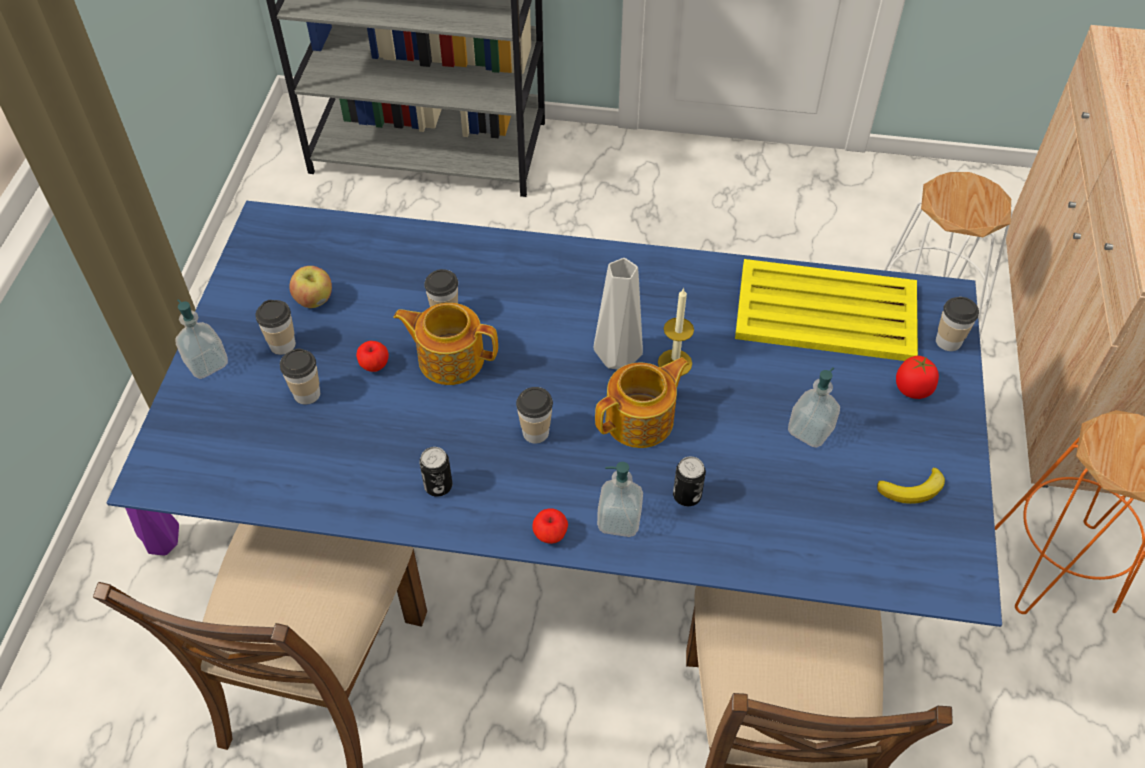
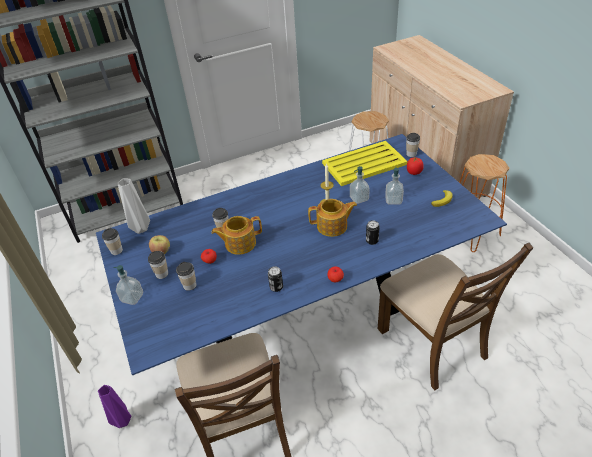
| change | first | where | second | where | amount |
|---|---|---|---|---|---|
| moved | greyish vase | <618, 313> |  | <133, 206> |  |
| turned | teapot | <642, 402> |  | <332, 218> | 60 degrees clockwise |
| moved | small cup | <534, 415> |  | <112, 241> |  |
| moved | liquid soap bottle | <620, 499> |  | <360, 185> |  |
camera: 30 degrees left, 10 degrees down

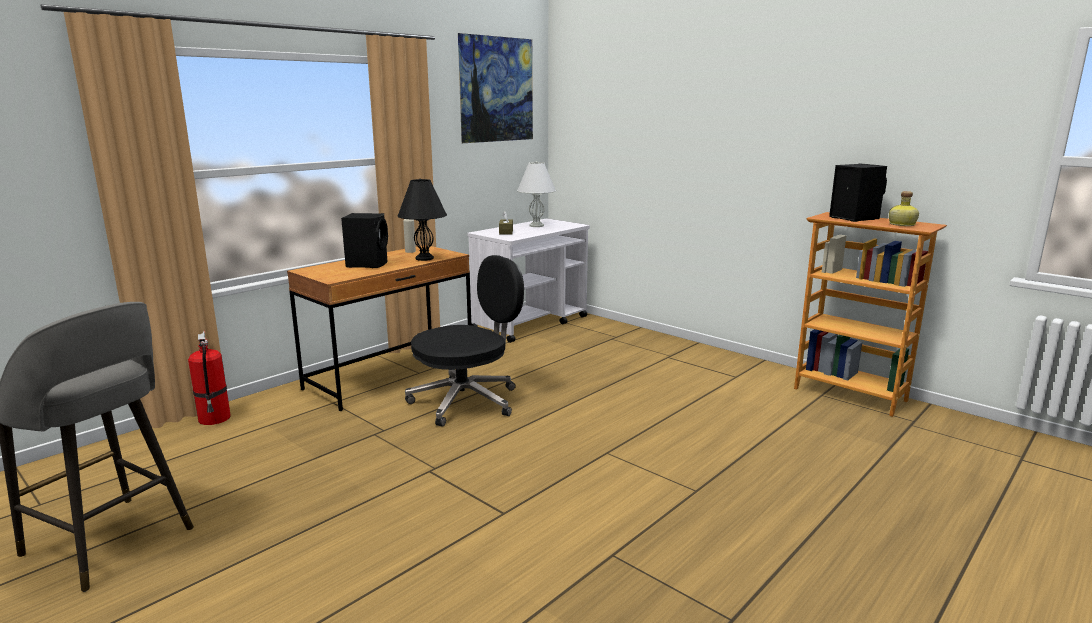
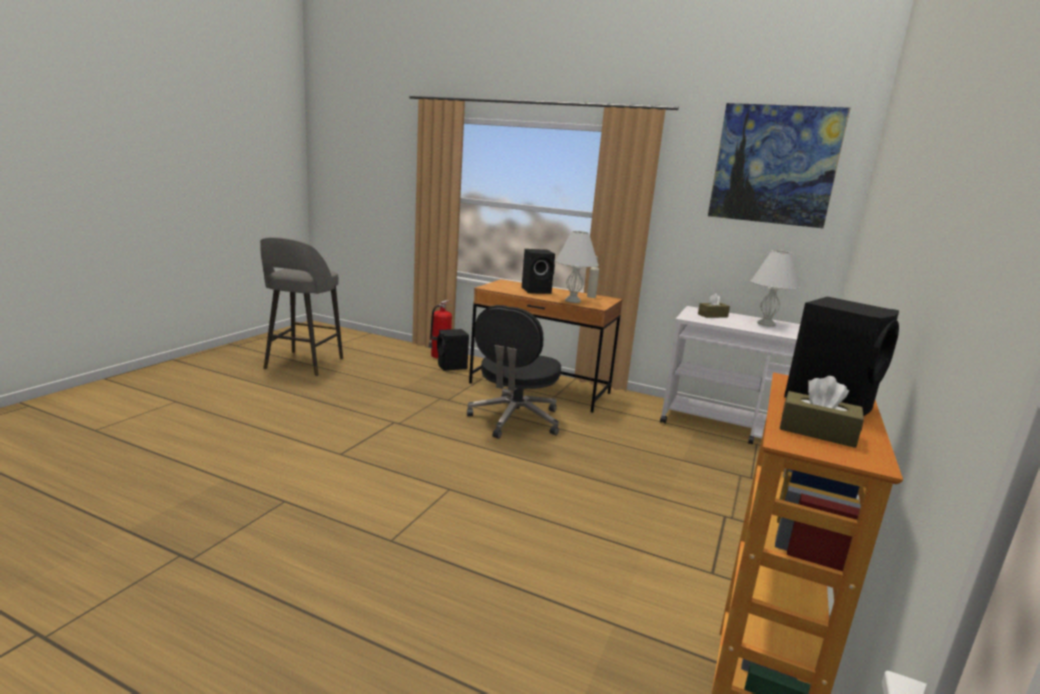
| change | first | where | second | where | amount |
|---|---|---|---|---|---|
| recoloured | black-coloured table lamp | <422, 220> | white-coloured table lamp | <577, 266> |  |
| replaced | bottle | <904, 208> | brown box of tissues | <822, 412> |  |
| turned | black-coloured desk chair | <464, 341> |  | <514, 372> | 75 degrees clockwise |
| added |  |  | black-coloured audio speaker | <453, 350> |  |
camera: 70 degrees right, 0 degrees up

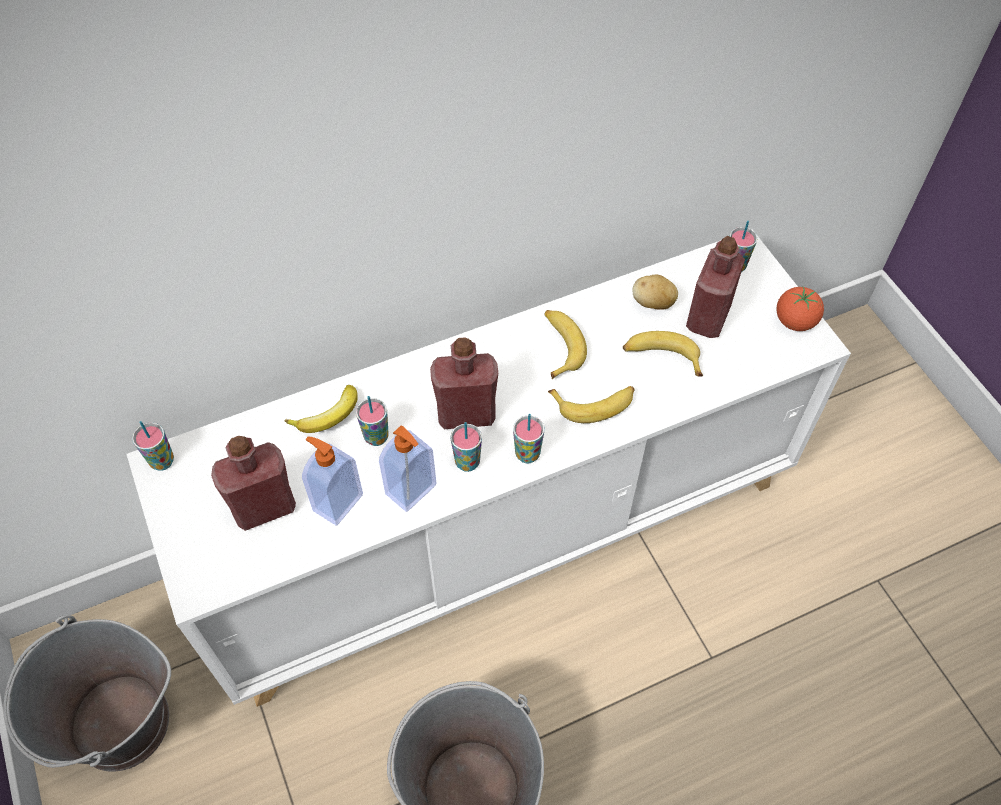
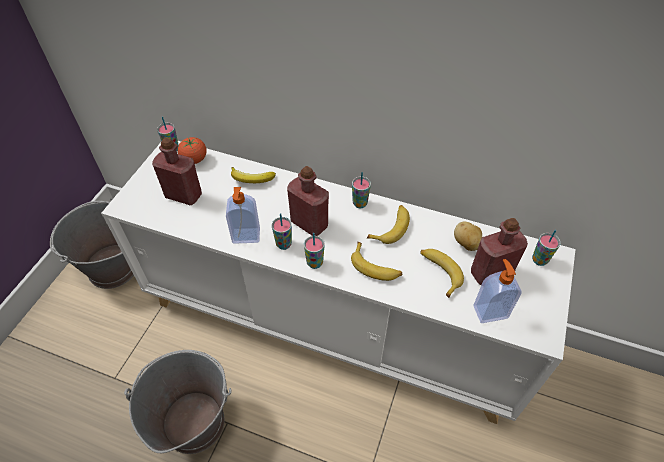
| change | first | where | second | where | amount |
|---|---|---|---|---|---|
| moved | whole tomato | <800, 308> |  | <192, 150> |  |
| moved | small cup | <372, 421> |  | <361, 190> |  |
| moved | liquid soap bottle | <332, 481> |  | <497, 291> |  |
camera: 45 degrees right, 5 degrees down

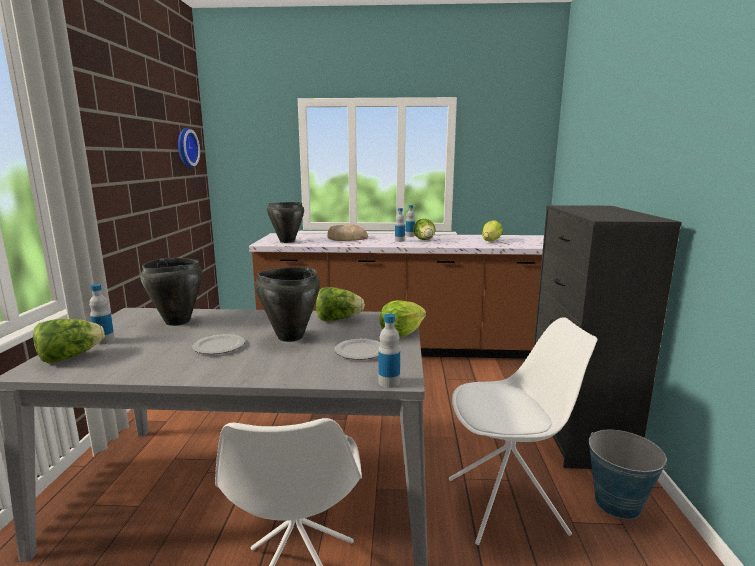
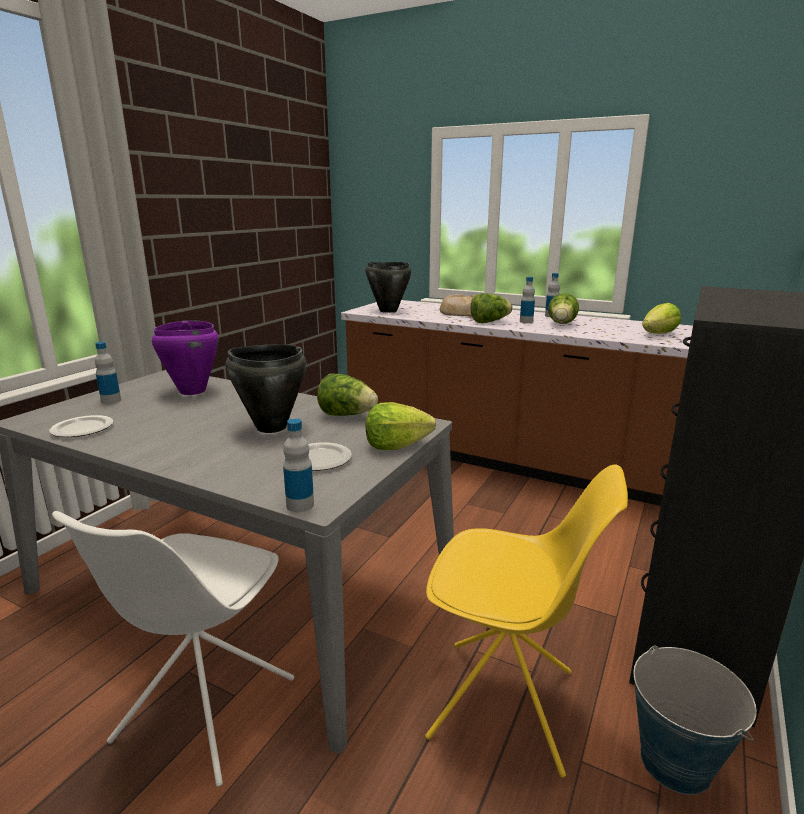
| change | first | where | second | where | amount |
|---|---|---|---|---|---|
| removed | hanging clock | <189, 148> |  |  |  |
| recoloured | black-coloured cooking pot | <171, 292> | purple cooking pot | <185, 358> |  |
| recoloured | white-coloured upright chair | <523, 431> | yellowish upright chair | <526, 621> |  |
| moved | head of lettuce | <69, 341> |  | <491, 308> |  |
| moved | flat dish | <218, 344> |  | <81, 426> |  |
camera: 25 degrees right, 5 degrees up

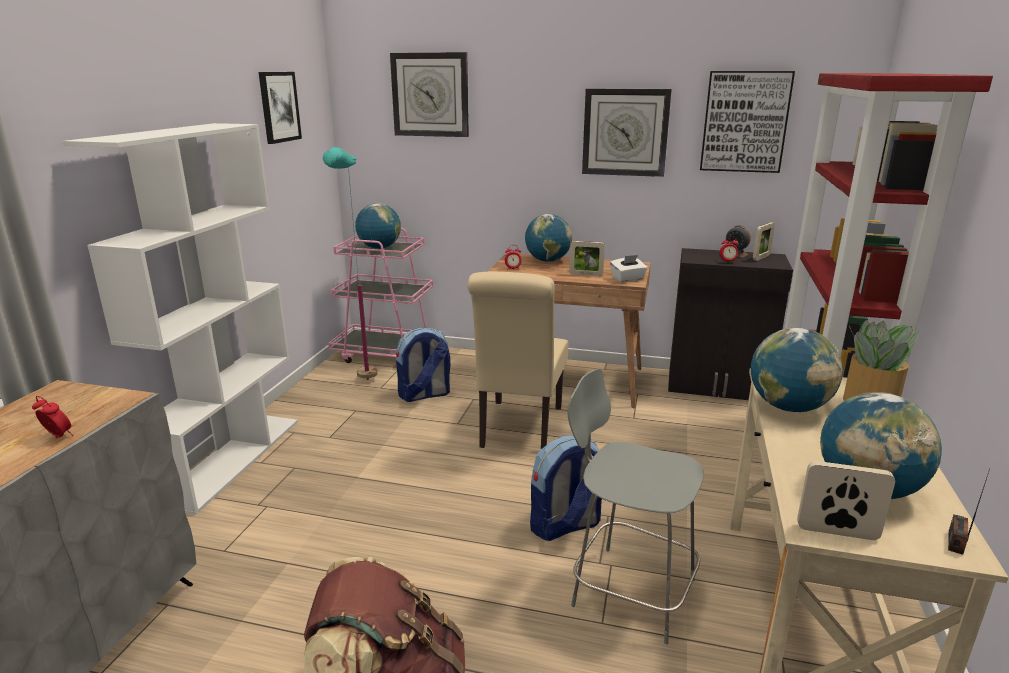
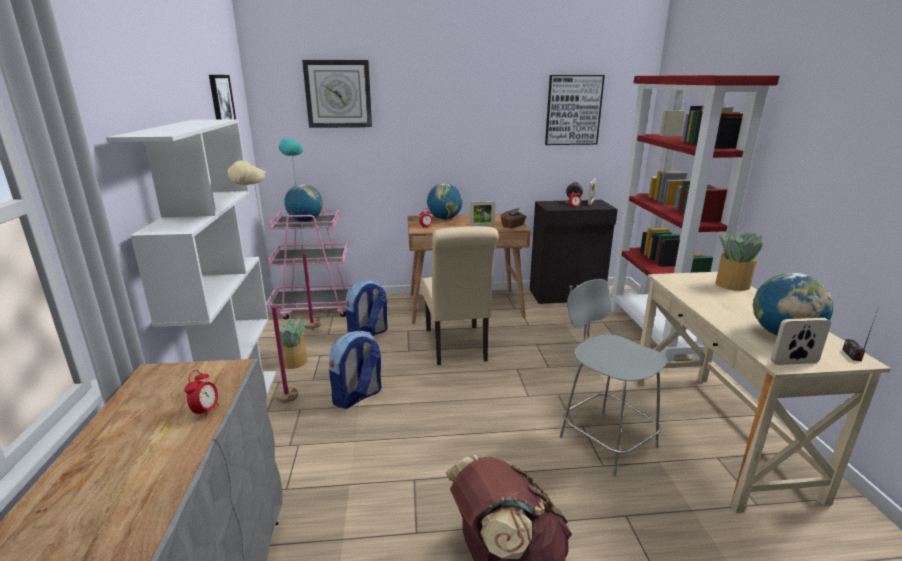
| change | first | where | second | where | amount |
|---|---|---|---|---|---|
| removed | hanging clock | <627, 133> |  |  |  |
| recoloured | white-coloured box of tissues | <629, 268> | brown box of tissues | <513, 218> |  |
| removed | desk globe | <797, 369> |  |  |  |
| turned | greyish upright chair | <635, 506> |  | <613, 378> | 45 degrees clockwise |
| turned | alarm clock | <52, 417> |  | <201, 394> | 90 degrees clockwise |
| moved | backpack | <566, 488> |  | <355, 370> |  |
| added |  |  | beige floor lamp | <262, 281> |  |
| added |  |  | houseplant | <293, 343> |  |
camera: 20 degrees left, 0 degrees up

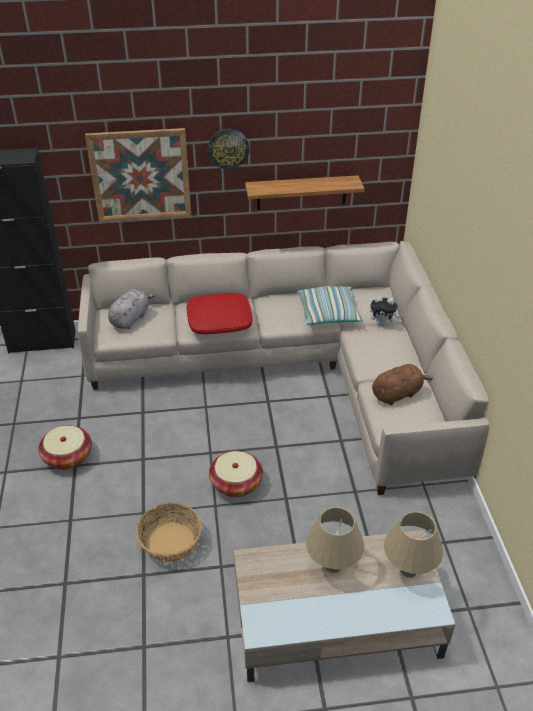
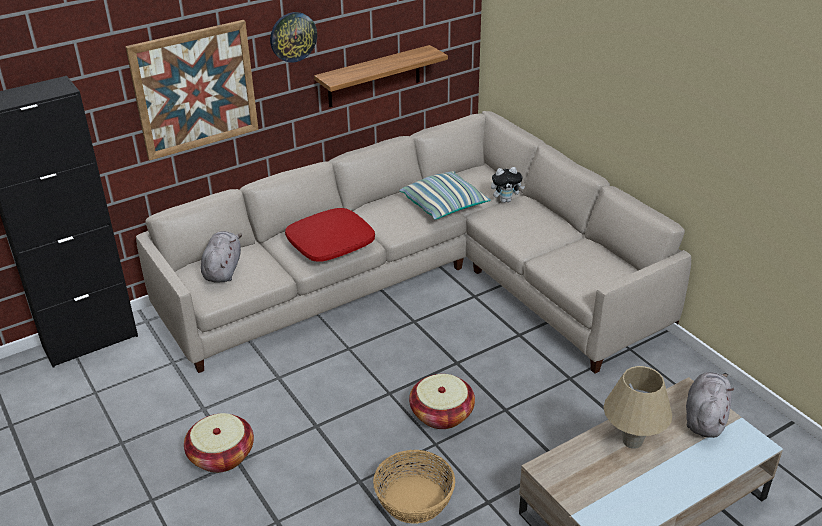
| change | first | where | second | where | amount |
|---|---|---|---|---|---|
| removed | brown cuddly toy | <402, 384> |  |  |  |
| replaced | beige table lamp | <413, 544> | greyish cuddly toy | <710, 405> |  |
camera: 25 degrees left, 5 degrees down

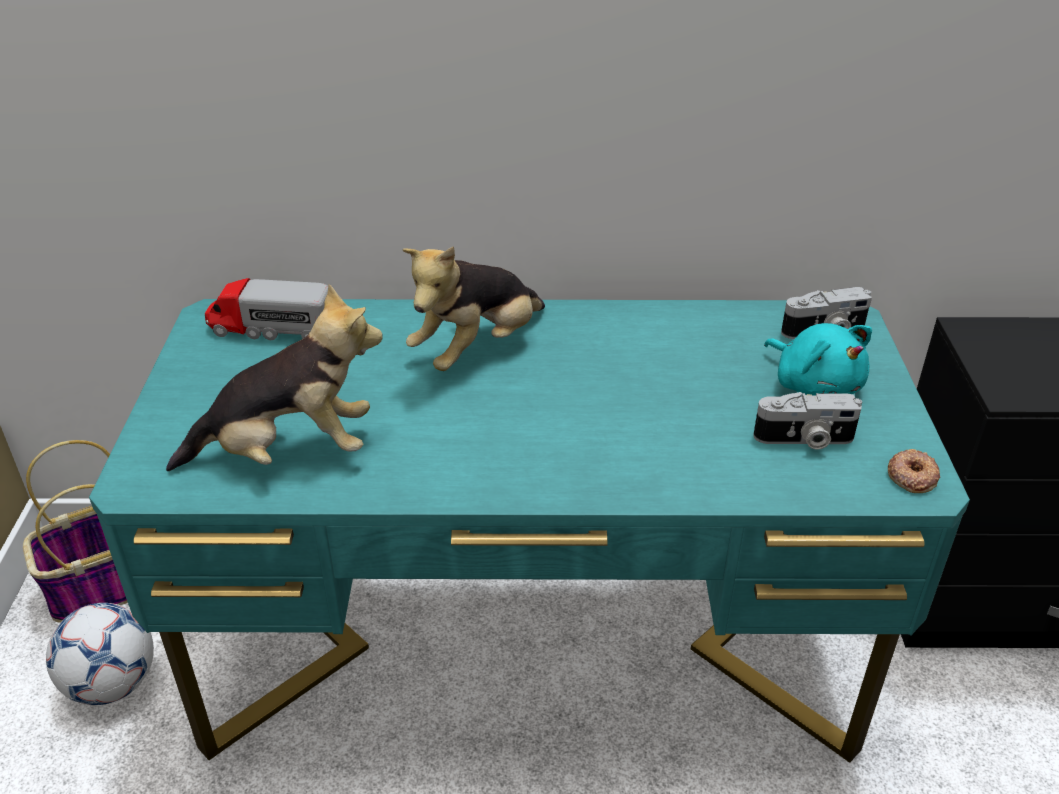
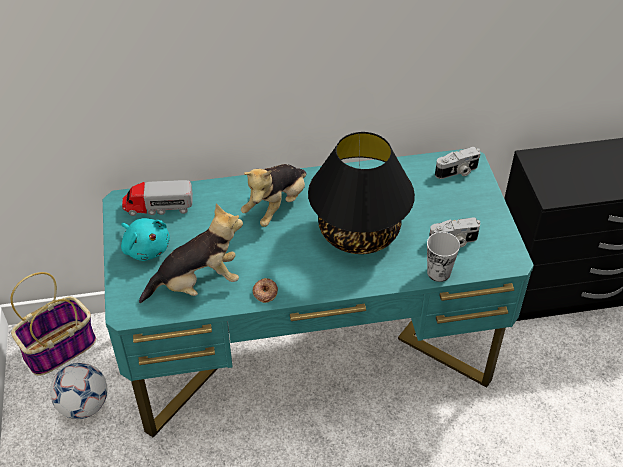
| change | first | where | second | where | amount |
|---|---|---|---|---|---|
| moved | blue-green cuddly toy | <818, 359> |  | <145, 239> |  |
| moved | ring doughnut | <914, 471> |  | <265, 290> |  |
| added |  |  | black-coloured table lamp | <361, 193> |  |
| added |  |  | small cup | <443, 257> |  |
camera: 10 degrees left, 10 degrees up

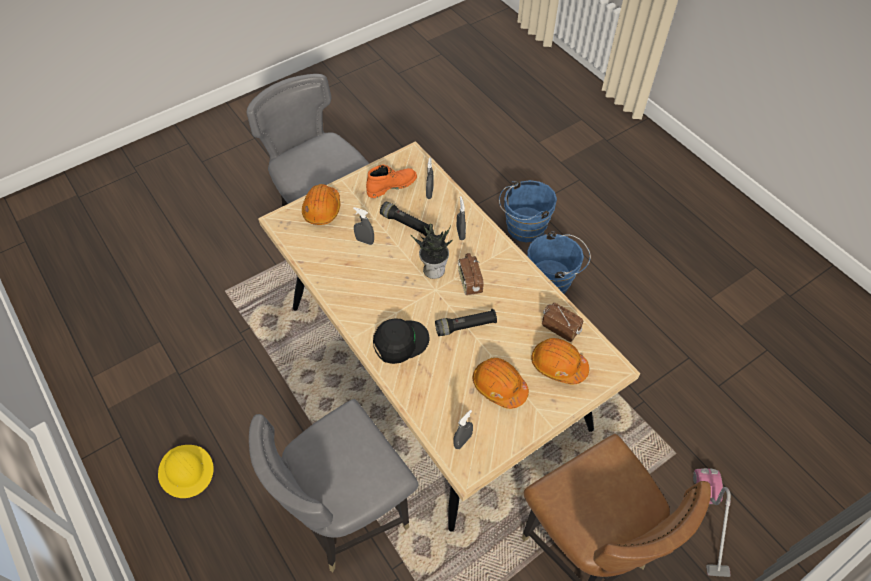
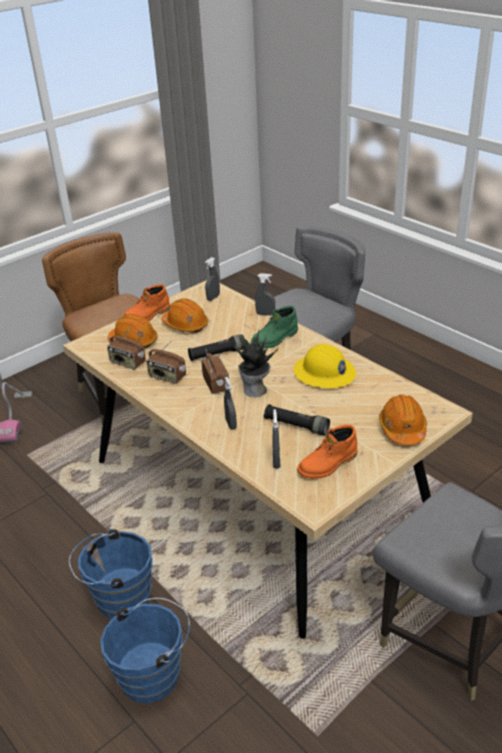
| change | first | where | second | where | amount |
|---|---|---|---|---|---|
| moved | greyish sprayer | <363, 226> |  | <265, 294> |  |
| replaced | black-coloured baseball cap | <401, 341> | greenish high-top boot | <274, 327> |  |
| moved | yellowish safety helmet | <186, 471> |  | <325, 366> |  |
| added |  |  | orange-coloured high-top boot | <146, 302> |  |
| added |  |  | radio receiver | <166, 362> |  |
camera: 175 degrees right, 20 degrees down

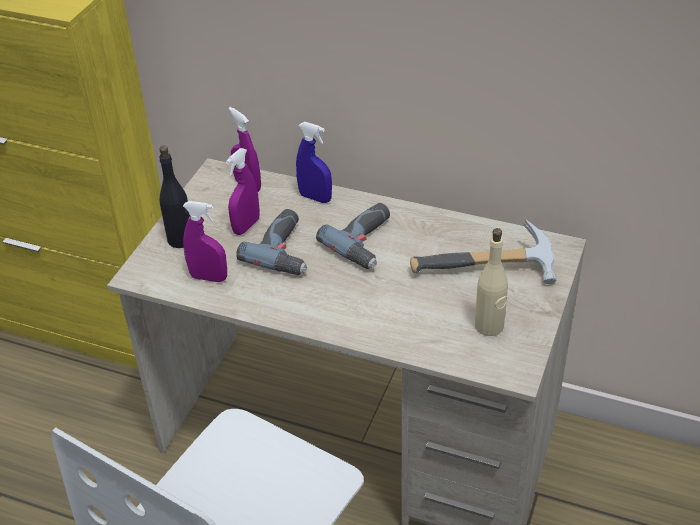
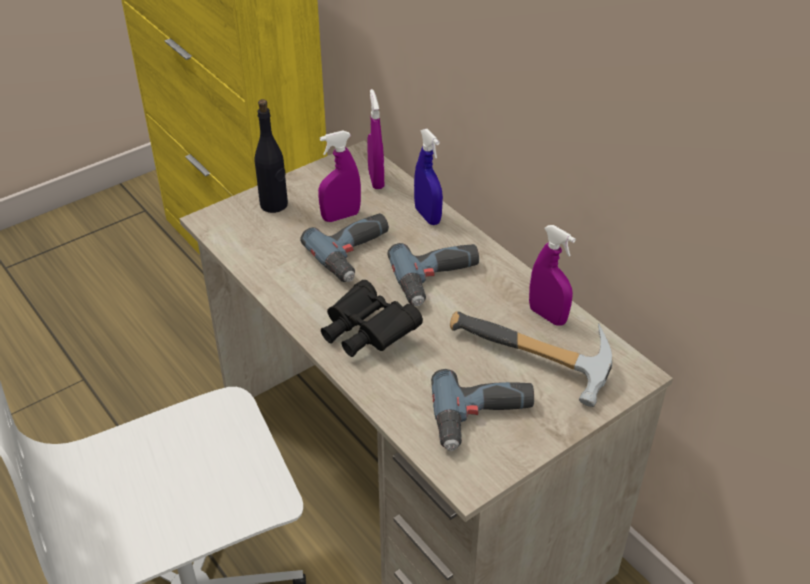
| change | first | where | second | where | amount |
|---|---|---|---|---|---|
| moved | purple sprayer | <205, 241> |  | <552, 275> |  |
| replaced | beige bottle | <491, 282> | drill | <482, 410> |  |
| added |  |  | black-coloured field glasses | <372, 318> |  |
camera: 30 degrees right, 0 degrees up

